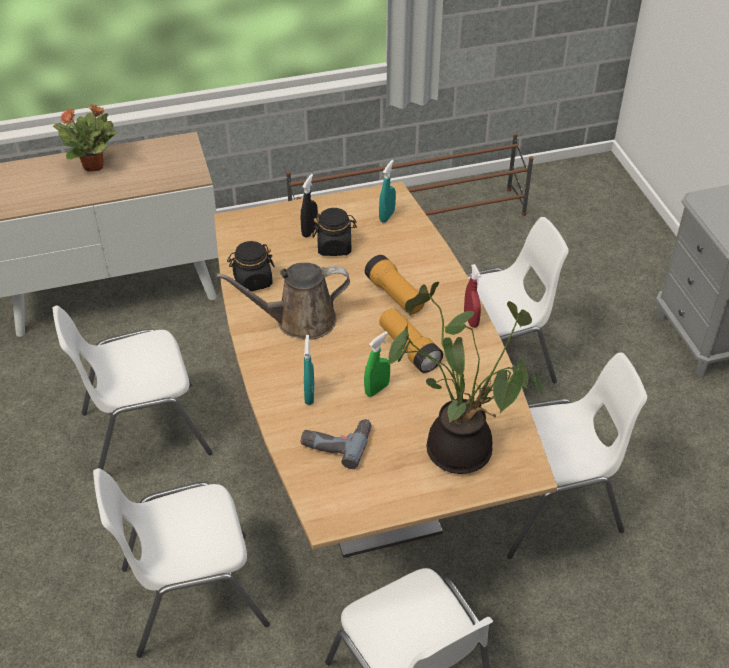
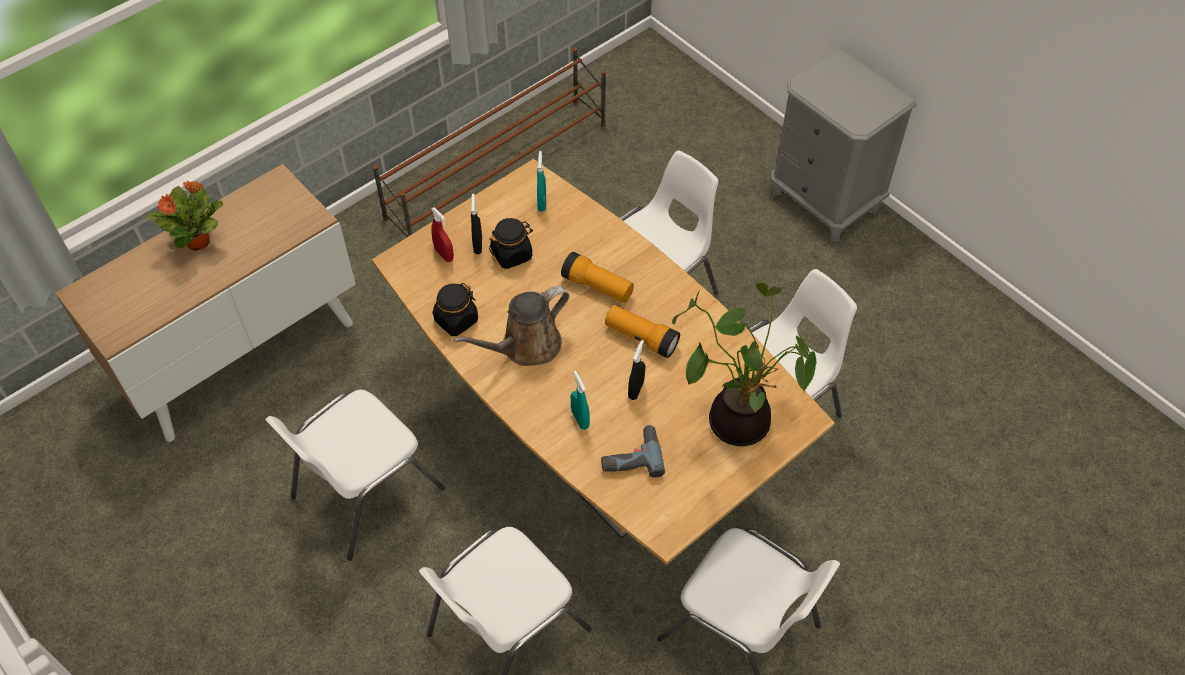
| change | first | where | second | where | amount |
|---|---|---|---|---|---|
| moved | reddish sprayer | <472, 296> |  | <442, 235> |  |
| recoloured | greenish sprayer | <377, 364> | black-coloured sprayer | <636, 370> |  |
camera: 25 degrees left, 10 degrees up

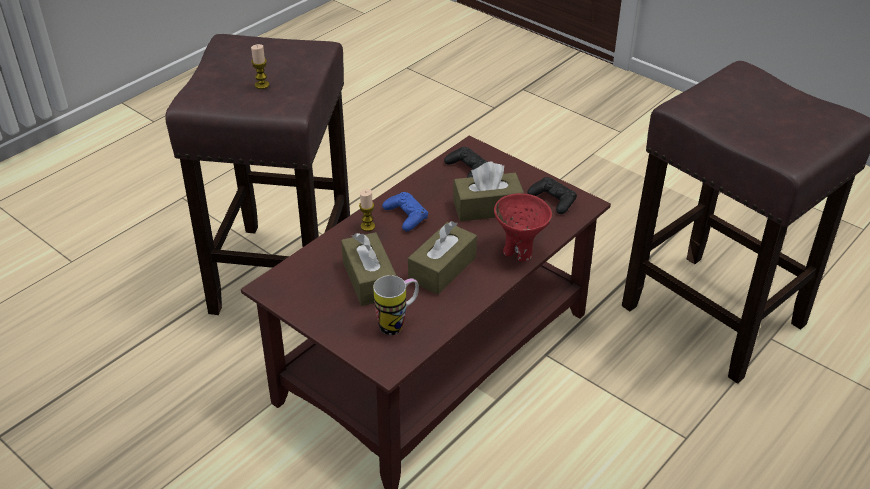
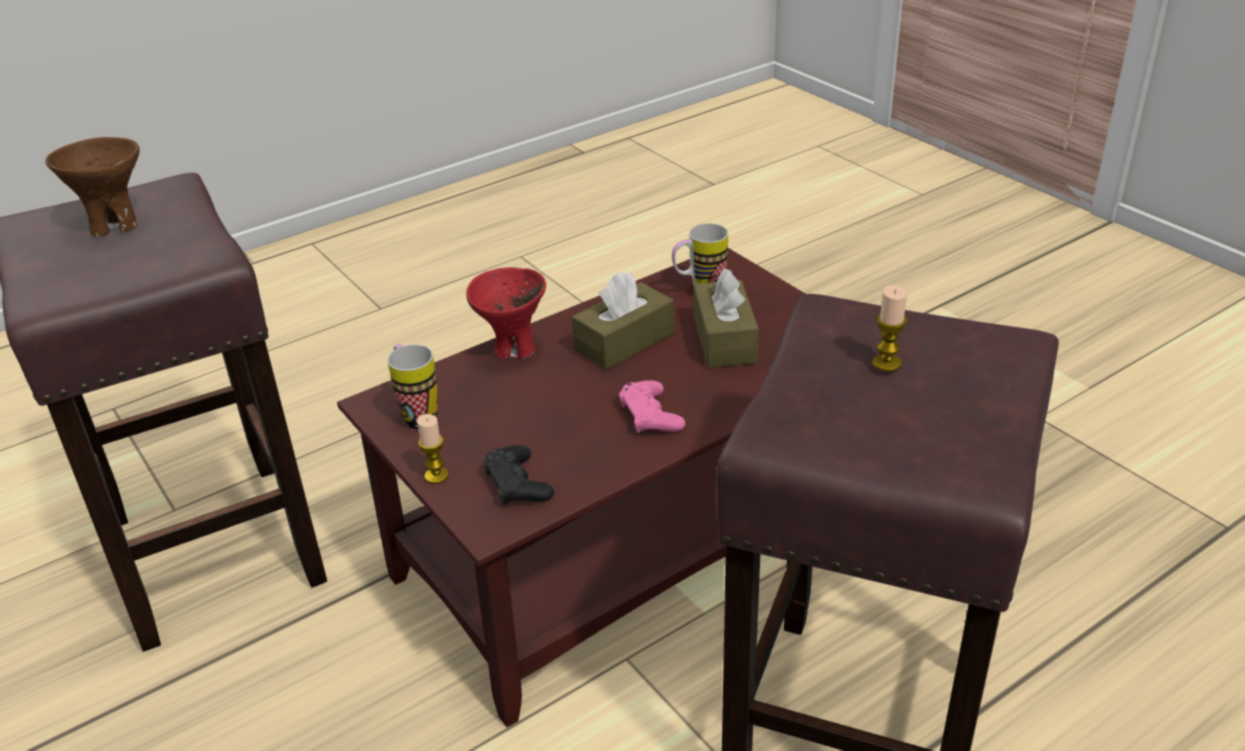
| change | first | where | second | where | amount |
|---|---|---|---|---|---|
| removed | brown box of tissues | <488, 191> |  |  |  |
| replaced | black-coloured game controller | <552, 195> | coffee mug | <413, 386> |  |
| moved | wax light | <367, 210> |  | <433, 449> |  |
| recoloured | blue-coloured game controller | <405, 211> | pinkish game controller | <652, 406> |  |
| added |  |  | brown serving bowl | <92, 187> |  |
camera: 165 degrees left, 5 degrees down

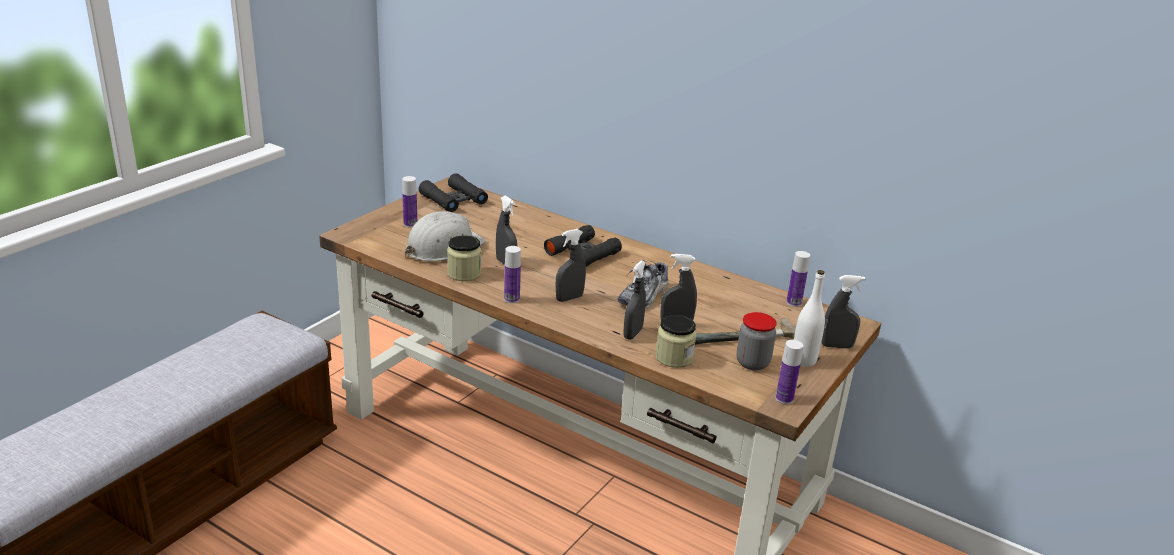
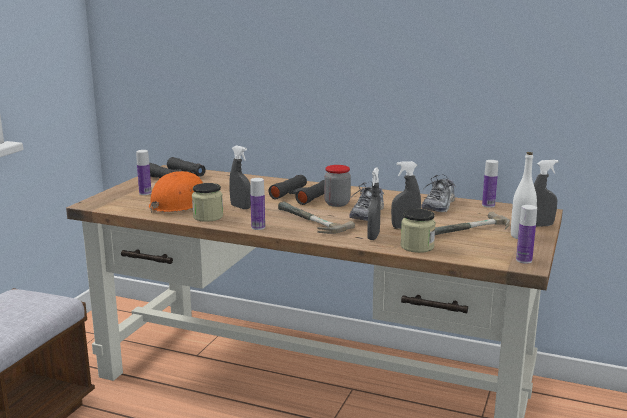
| change | first | where | second | where | amount |
|---|---|---|---|---|---|
| recoloured | white-coloured safety helmet | <445, 236> | orange-coloured safety helmet | <176, 192> |  |
| replaced | greyish sprayer | <571, 265> | hand hammer | <316, 217> |  |
| moved | jar | <757, 341> |  | <337, 186> |  |
| added |  |  | low shoe | <438, 193> |  |
camera: 10 degrees left, 10 degrees down

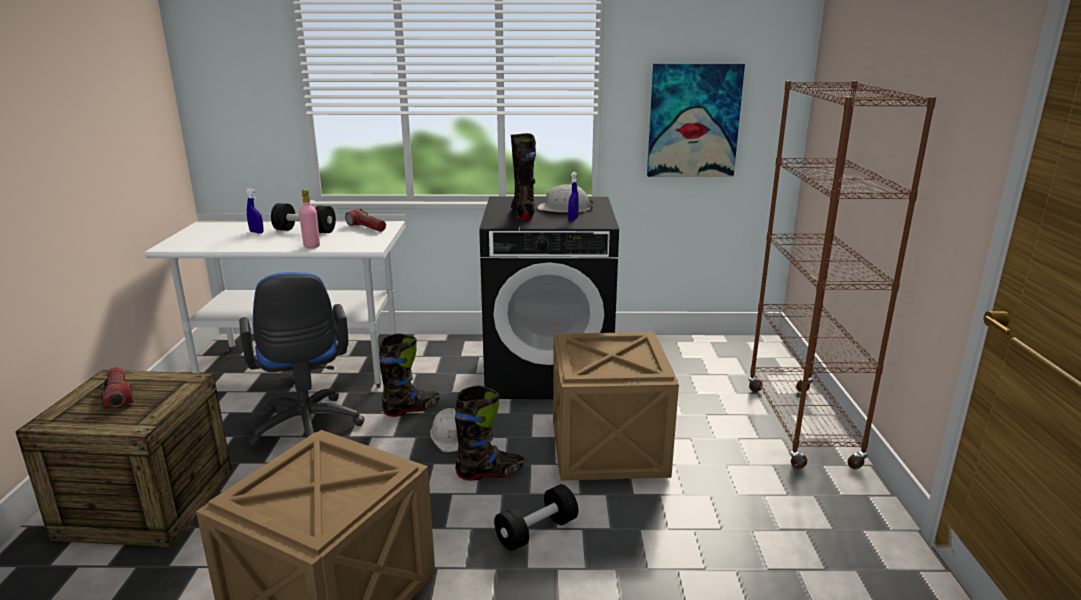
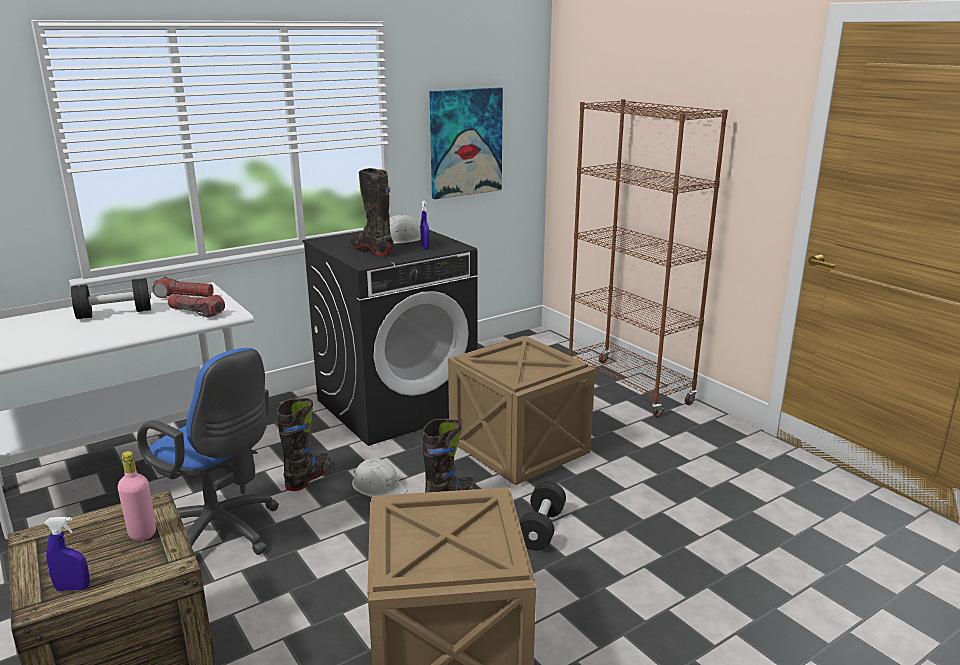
| change | first | where | second | where | amount |
|---|---|---|---|---|---|
| moved | blue-coloured sprayer | <255, 211> |  | <67, 554> |  |
| moved | pinkish bottle | <309, 219> |  | <137, 496> |  |
| moved | hand torch | <117, 388> |  | <196, 306> |  |
camera: 35 degrees left, 0 degrees up

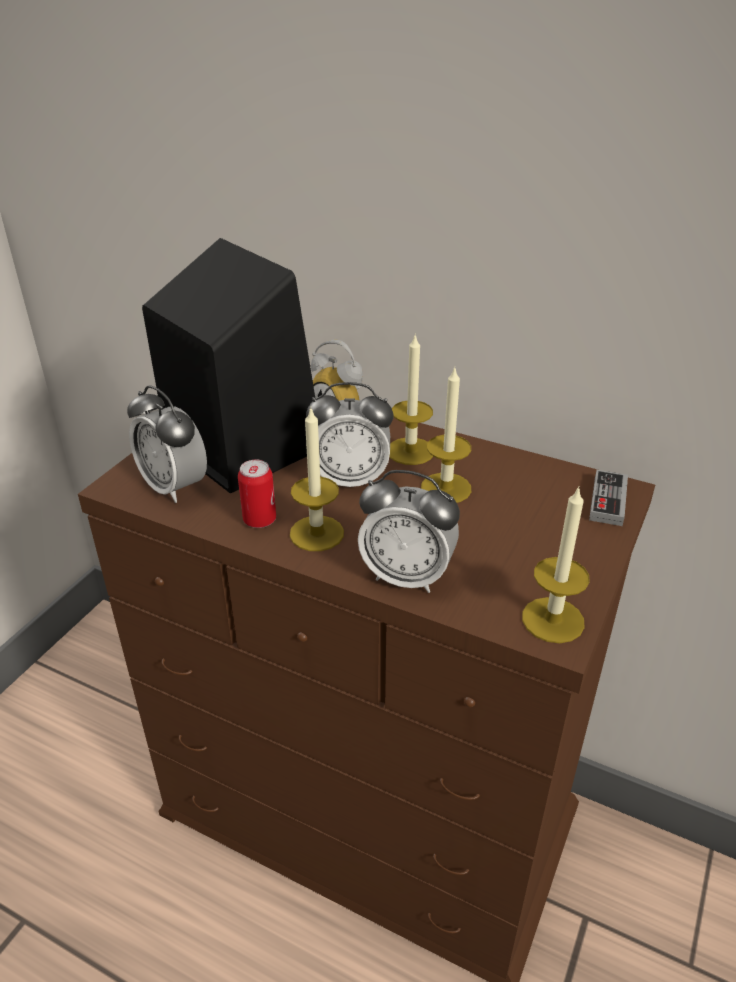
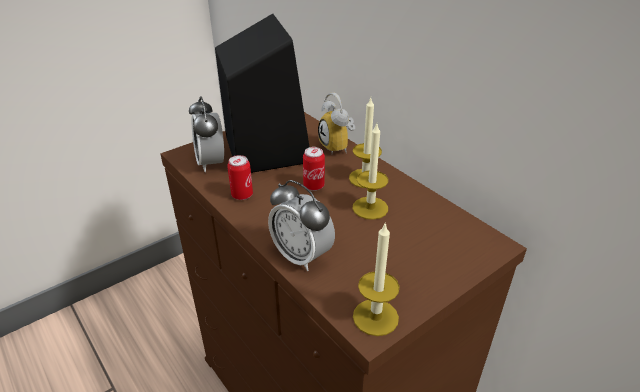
| change | first | where | second | where | amount |
|---|---|---|---|---|---|
| replaced | alarm clock | <350, 434> | can | <314, 169> |  |
| removed | wax light | <317, 479> |  |  |  |
| removed | game controller | <608, 498> |  |  |  |
camera: 25 degrees right, 0 degrees up

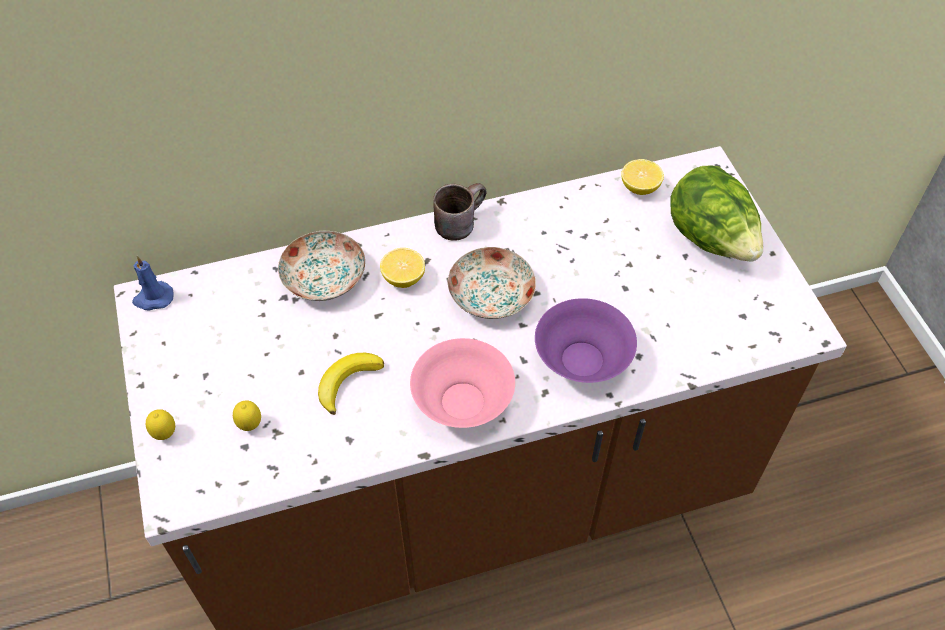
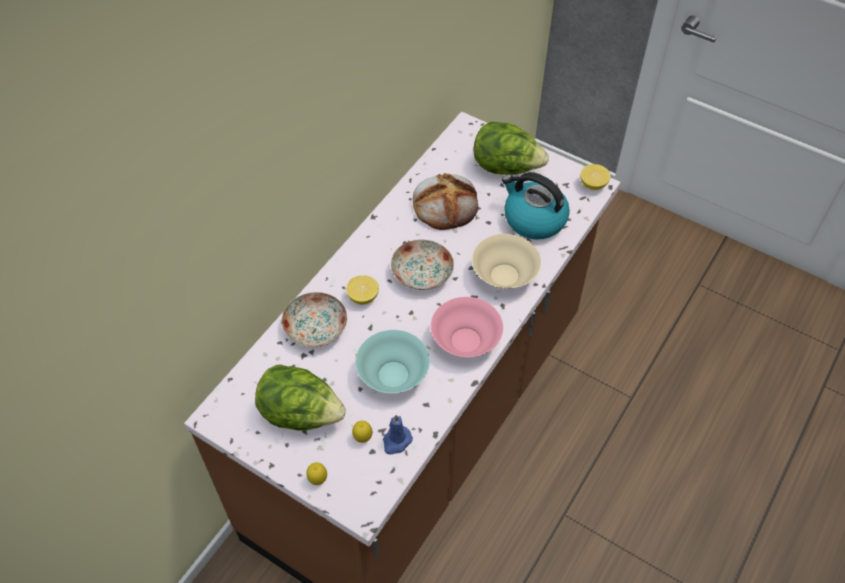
| change | first | where | second | where | amount |
|---|---|---|---|---|---|
| moved | lemon | <642, 177> |  | <595, 177> |  |
| removed | brown coffee mug | <460, 212> |  |  |  |
| moved | blue-coloured wax light | <153, 283> |  | <398, 435> |  |
| recoloured | purple serving bowl | <586, 340> | beige serving bowl | <506, 261> |  |
| replaced | banana fruit | <351, 384> | blue-green serving bowl | <392, 361> |  |
| added |  |  | kettle | <536, 205> |  |
| added |  |  | bread | <445, 201> |  |
| added |  |  | head of lettuce | <300, 398> |  |
camera: 40 degrees left, 0 degrees up

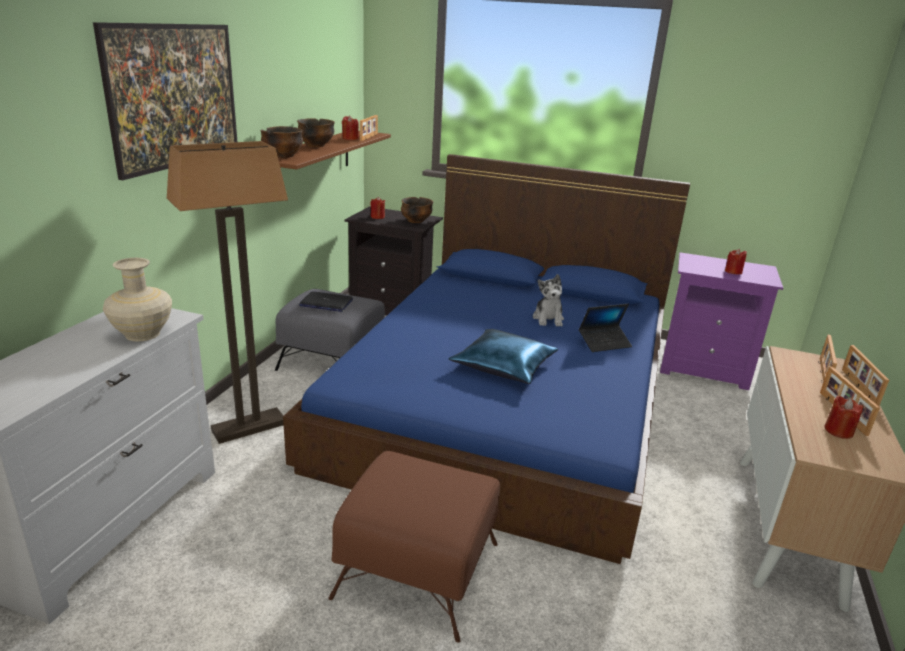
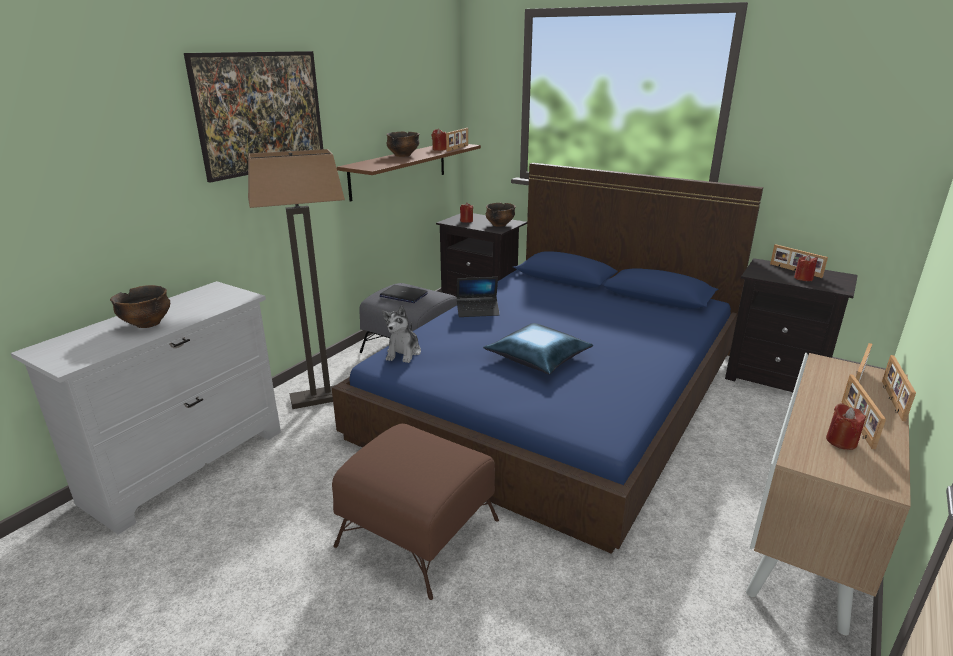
| change | first | where | second | where | amount |
|---|---|---|---|---|---|
| moved | serving bowl | <282, 142> |  | <140, 306> |  |
| recoloured | purple bedside table | <721, 321> | black-coloured bedside table | <791, 325> |  |
| removed | beige vase | <137, 299> |  |  |  |
| moved | cuddly toy | <548, 300> |  | <401, 334> |  |
| moved | laptop | <605, 328> |  | <478, 297> |  |
| added |  |  | photo frame | <799, 261> |  |
camera: 15 degrees right, 0 degrees up

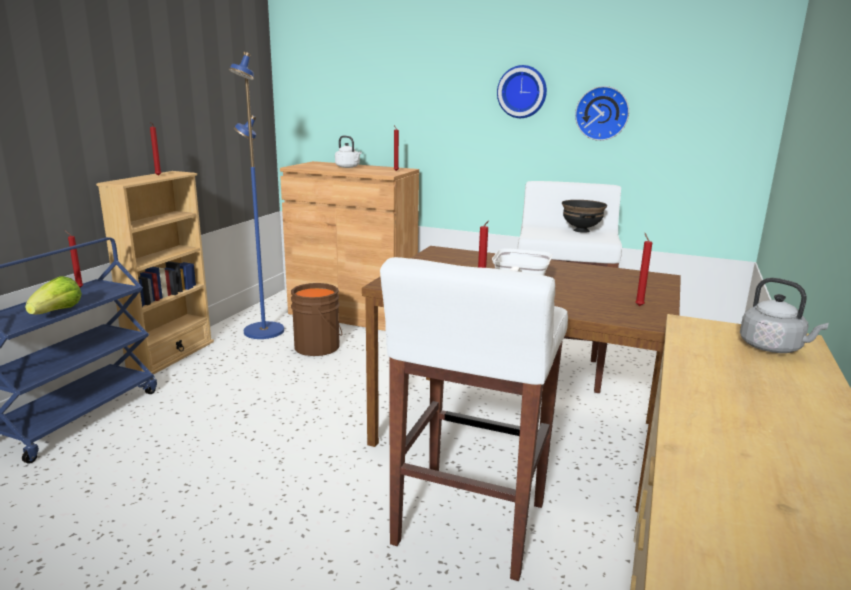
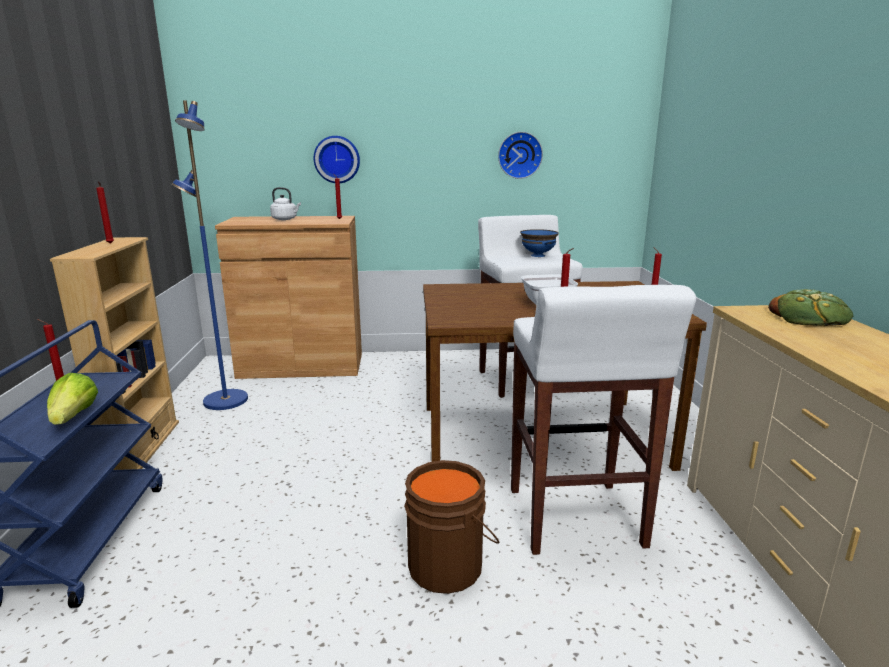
| change | first | where | second | where | amount |
|---|---|---|---|---|---|
| moved | hanging clock | <522, 91> |  | <337, 159> |  |
| recoloured | black-coloured serving bowl | <584, 216> | blue-coloured serving bowl | <539, 243> |  |
| replaced | greyish kettle | <784, 315> | bread | <810, 307> |  |
| moved | brown bucket | <316, 319> |  | <451, 527> |  |
camera: 25 degrees left, 0 degrees up

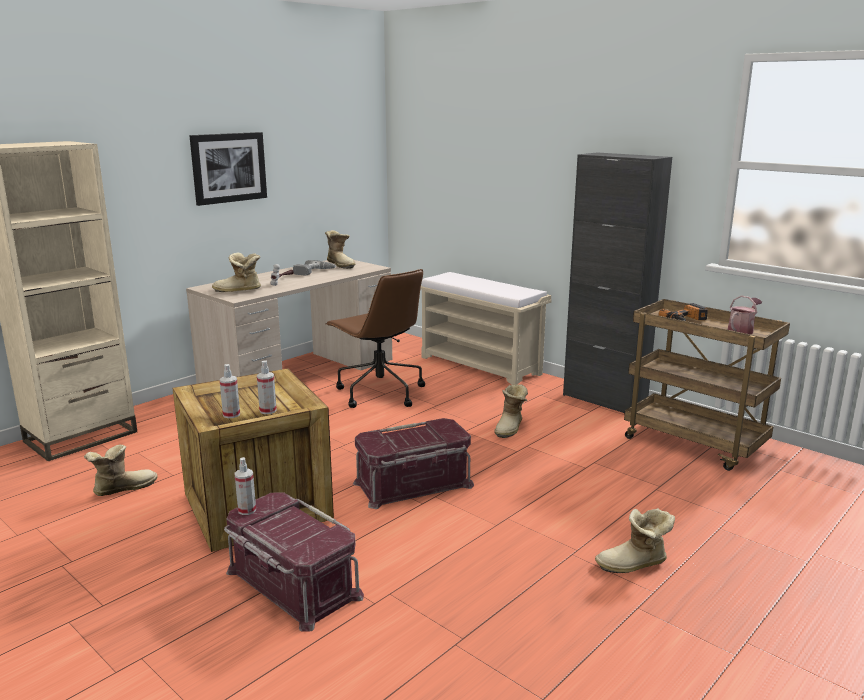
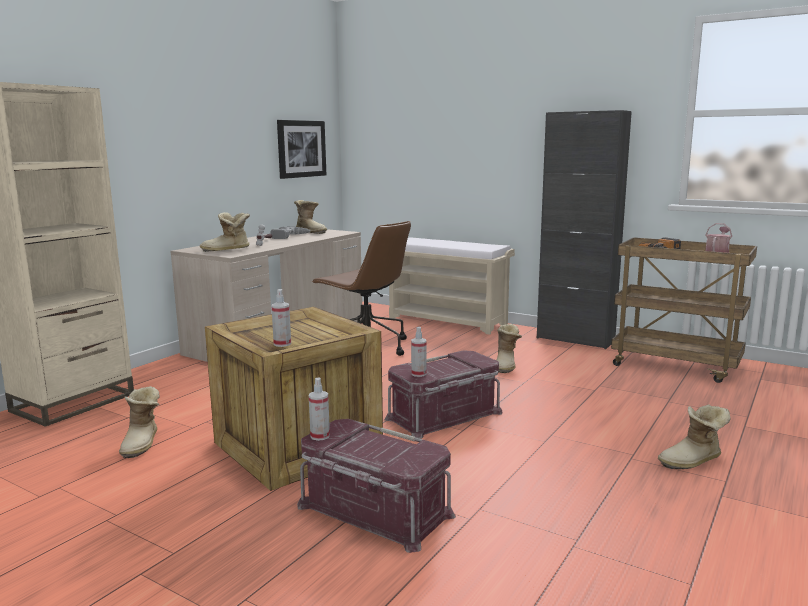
| change | first | where | second | where | amount |
|---|---|---|---|---|---|
| moved | wall picture | <228, 169> |  | <301, 149> |  |
| moved | sprayer | <267, 387> |  | <418, 352> |  |
| turned | high-top boot | <121, 470> |  | <139, 422> | 135 degrees clockwise |
camera: 10 degrees left, 5 degrees down

